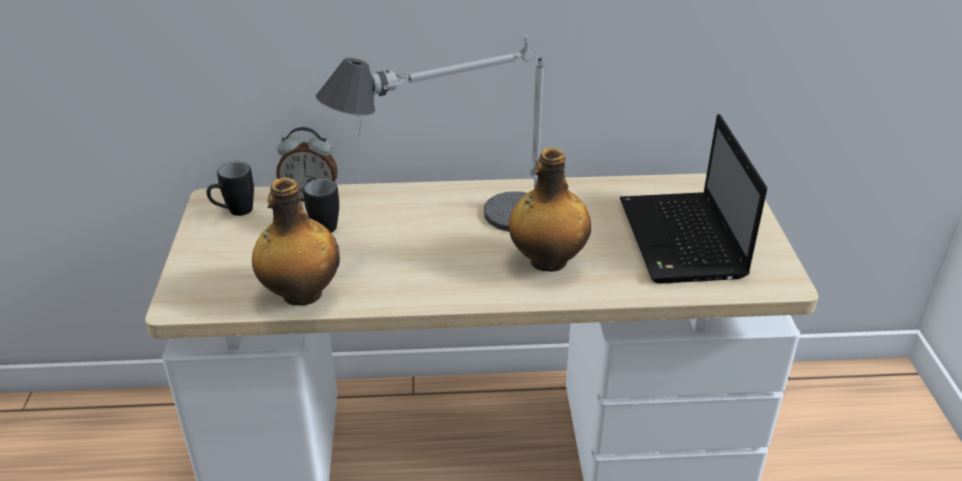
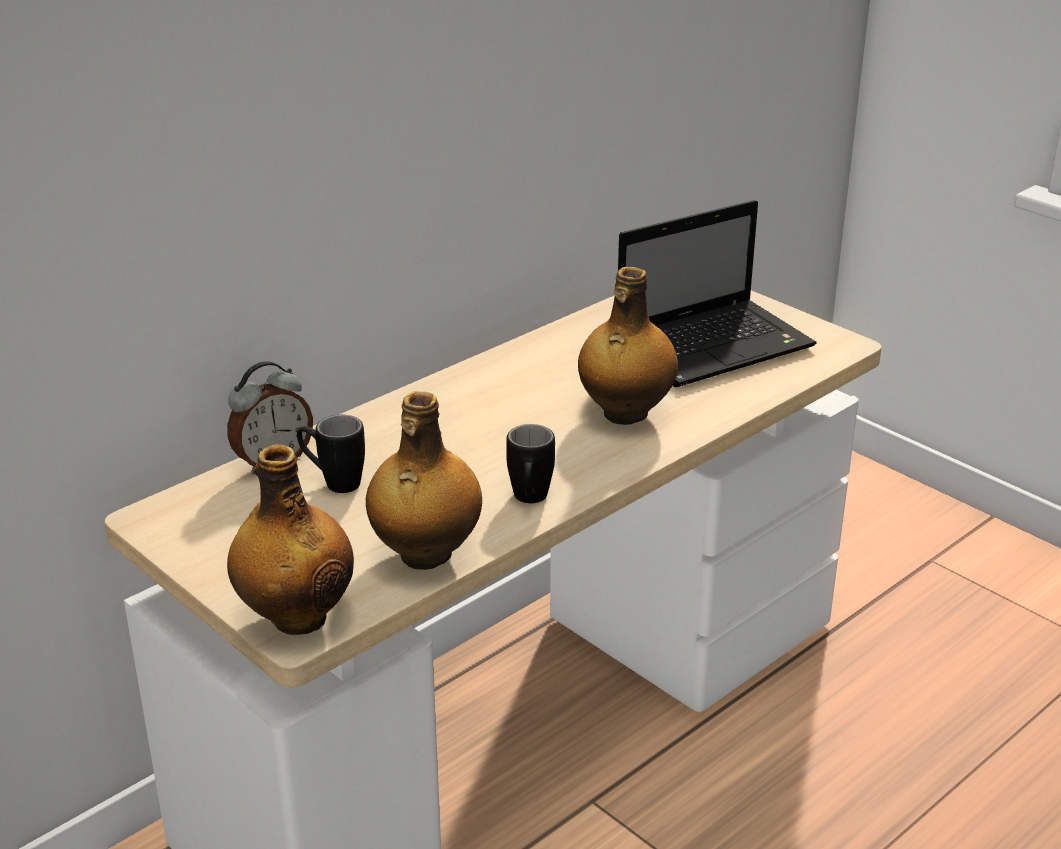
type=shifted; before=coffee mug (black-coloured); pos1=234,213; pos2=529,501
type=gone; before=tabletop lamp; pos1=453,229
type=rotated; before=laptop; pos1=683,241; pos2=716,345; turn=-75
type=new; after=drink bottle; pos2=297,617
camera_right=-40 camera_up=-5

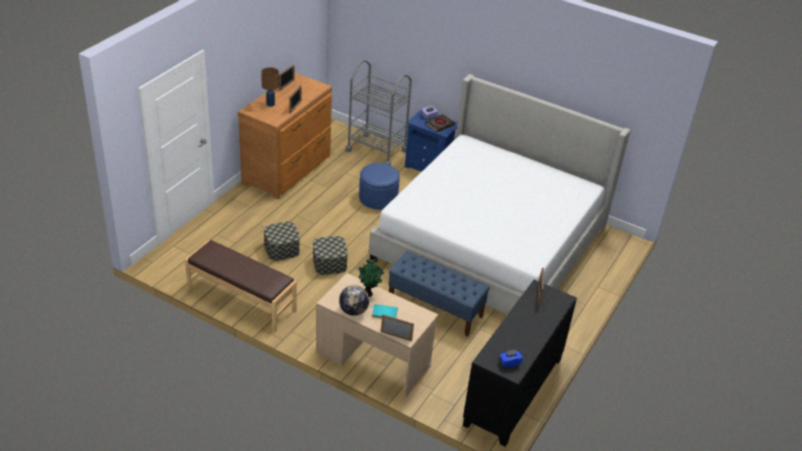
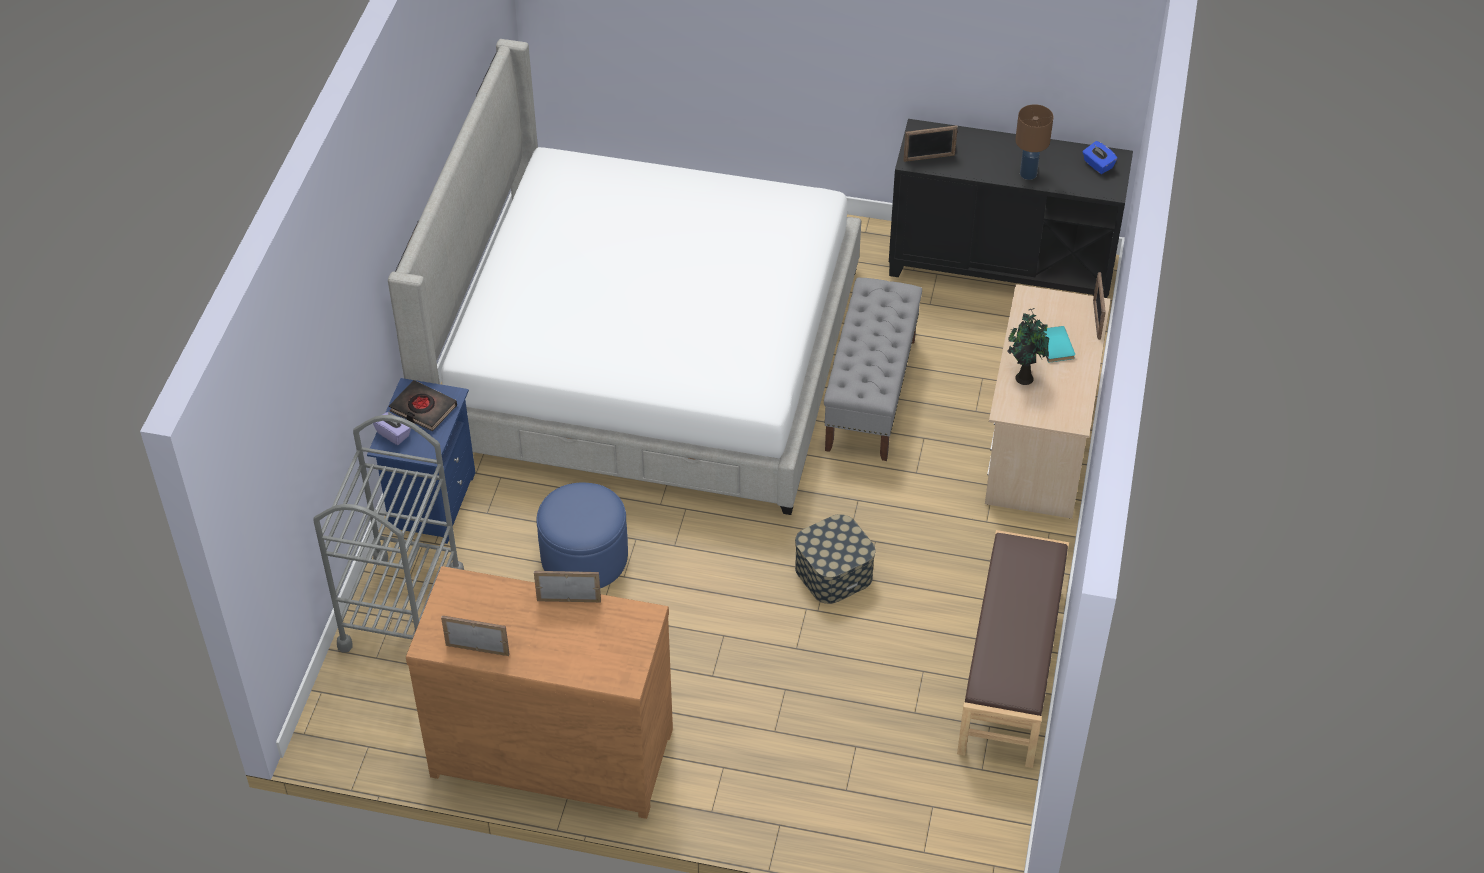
type=shifted; before=tabletop lamp (brownish); pos1=270,104; pos2=1028,173
type=gone; before=storage bin; pos1=281,249
type=gone; before=globe; pos1=353,311
type=repainted; before=long seat (blue); after=long seat (gray); pos1=435,308; pos2=870,394
camera_right=-105 camera_up=10

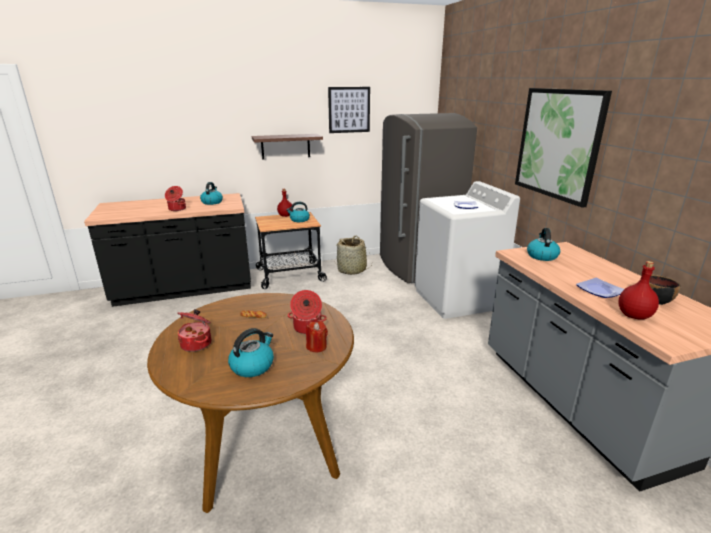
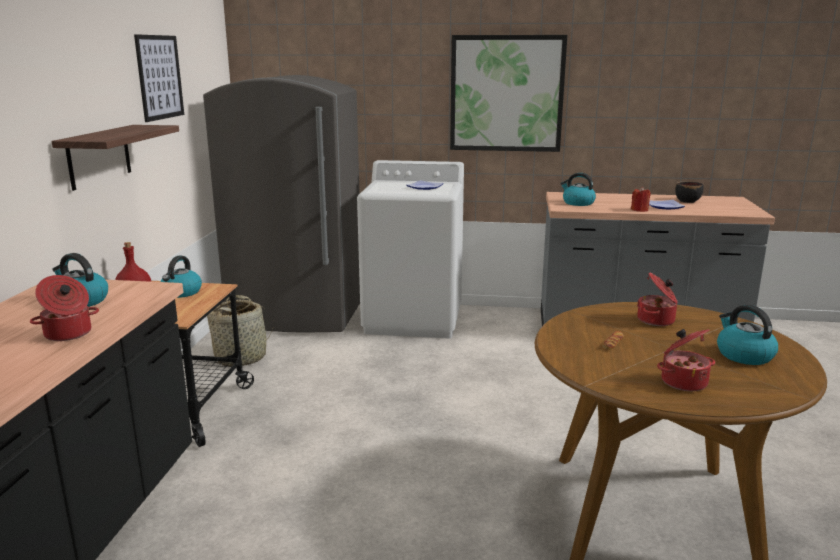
type=shifted; before=wax candle (red); pos1=316,347; pos2=639,210
type=gone; before=drink bottle (red); pos1=634,315
camera_right=-65 camera_up=-5

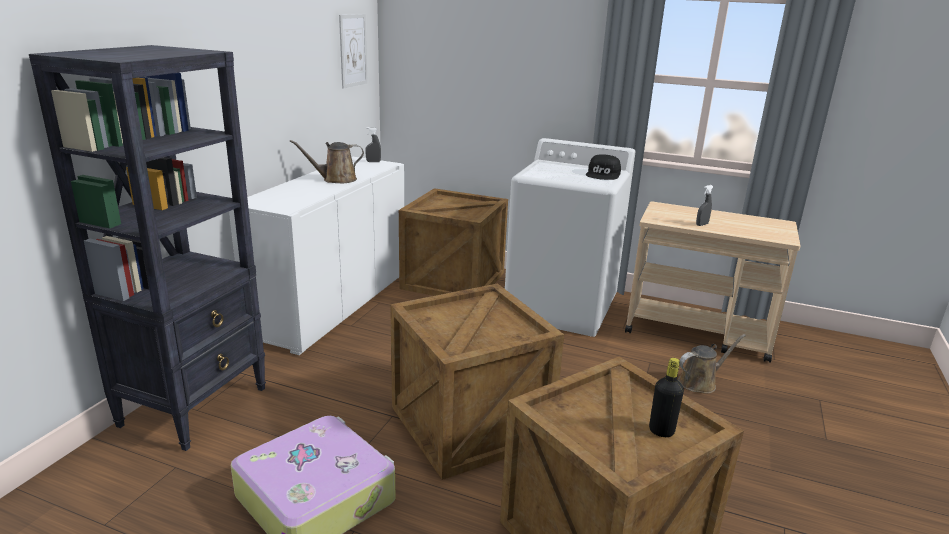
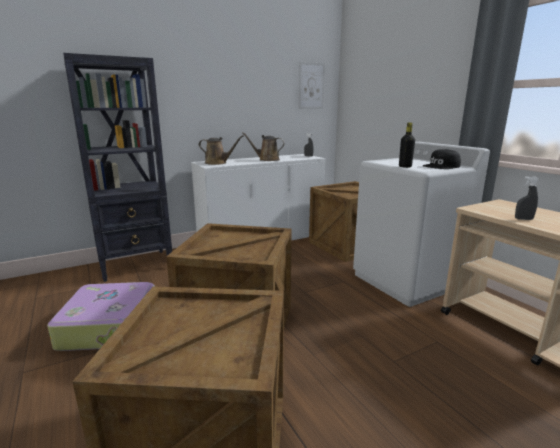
type=shifted; before=drink bottle (black-coloured); pos1=661,431; pos2=405,166
type=shifted; before=sprinkling can (brownish); pos1=700,382; pos2=218,163
camera_right=40 camera_up=-5

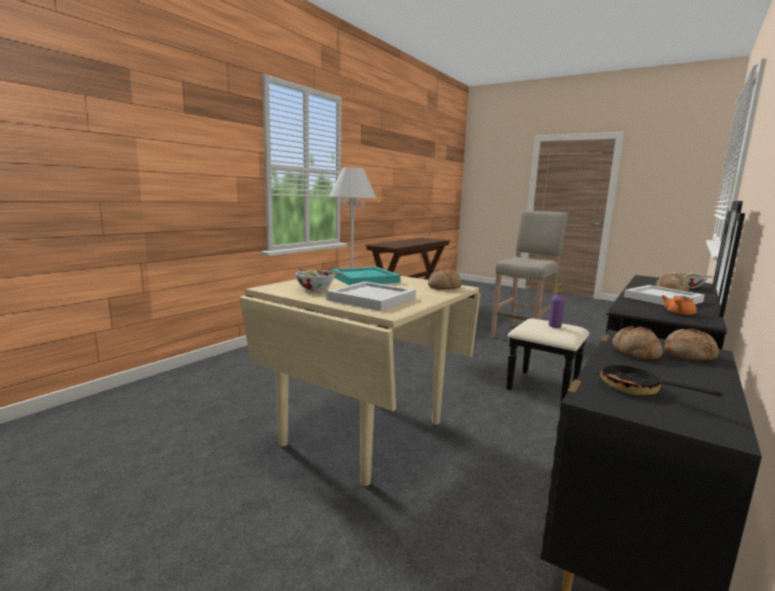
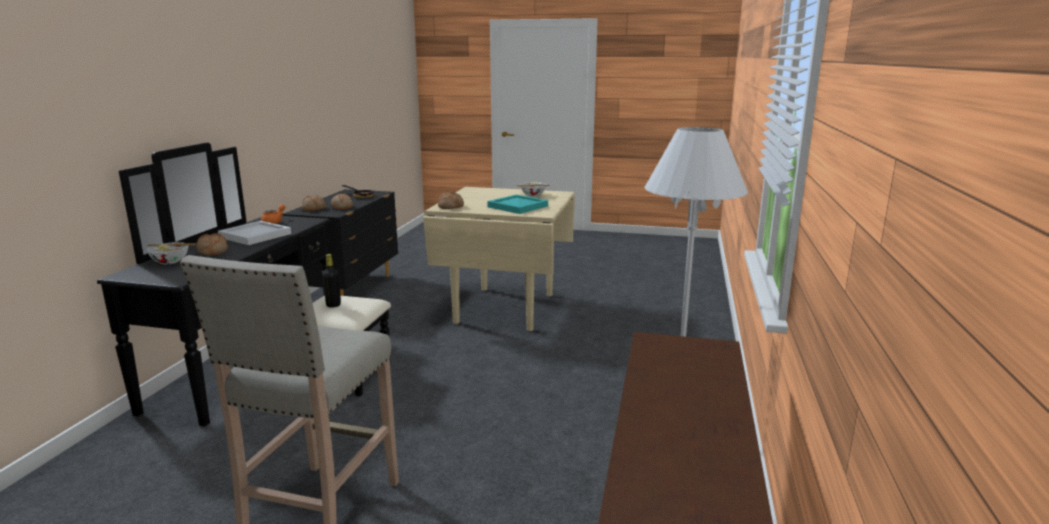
type=gone; before=carrying tray (white); pos1=370,299
type=repainted; before=drink bottle (purple-coloured); after=drink bottle (black-coloured); pos1=554,326; pos2=333,305
camera_right=160 camera_up=5

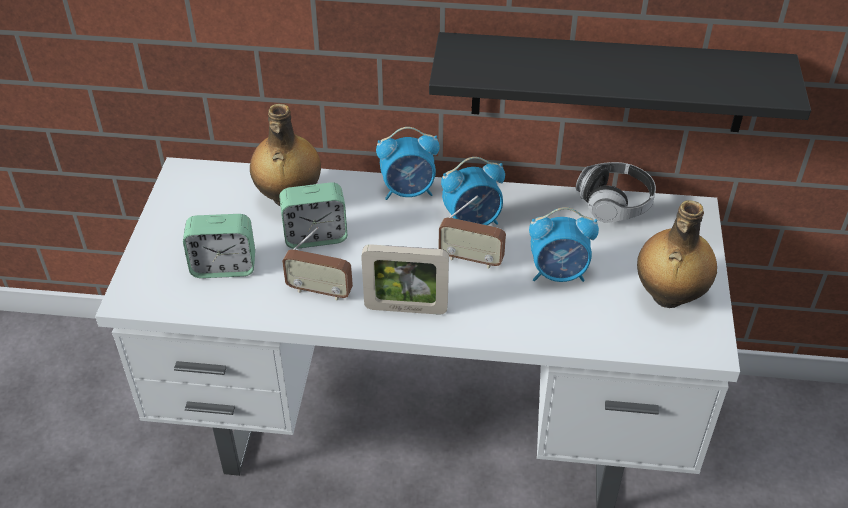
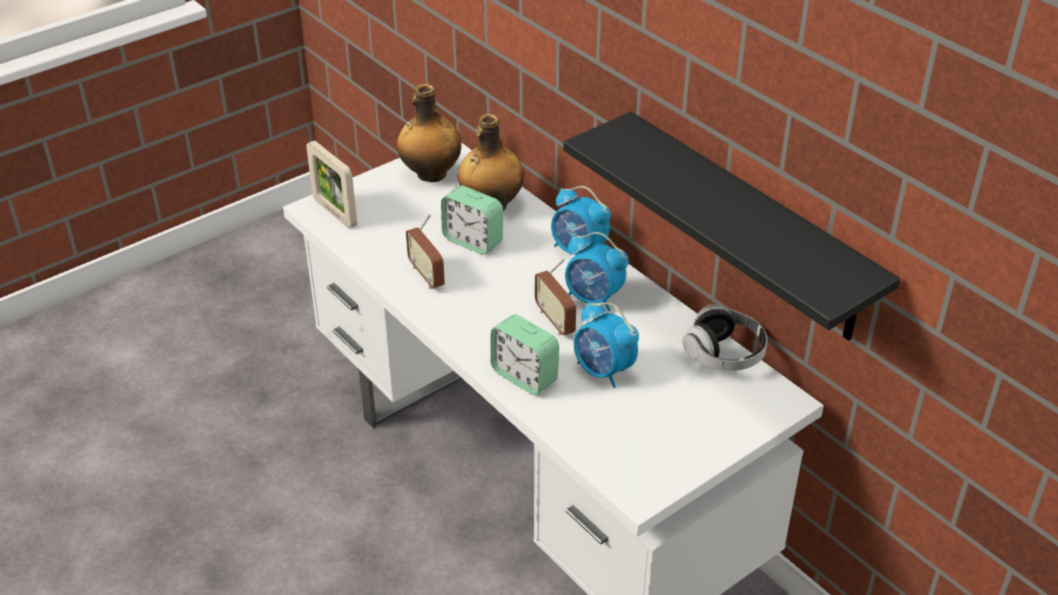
type=shifted; before=bedside clock; pos1=224,267; pos2=524,376
type=shifted; before=picture frame; pos1=406,308; pos2=335,213
type=shifted; before=drink bottle; pos1=668,296; pos2=430,174
camera_right=45 camera_up=-5

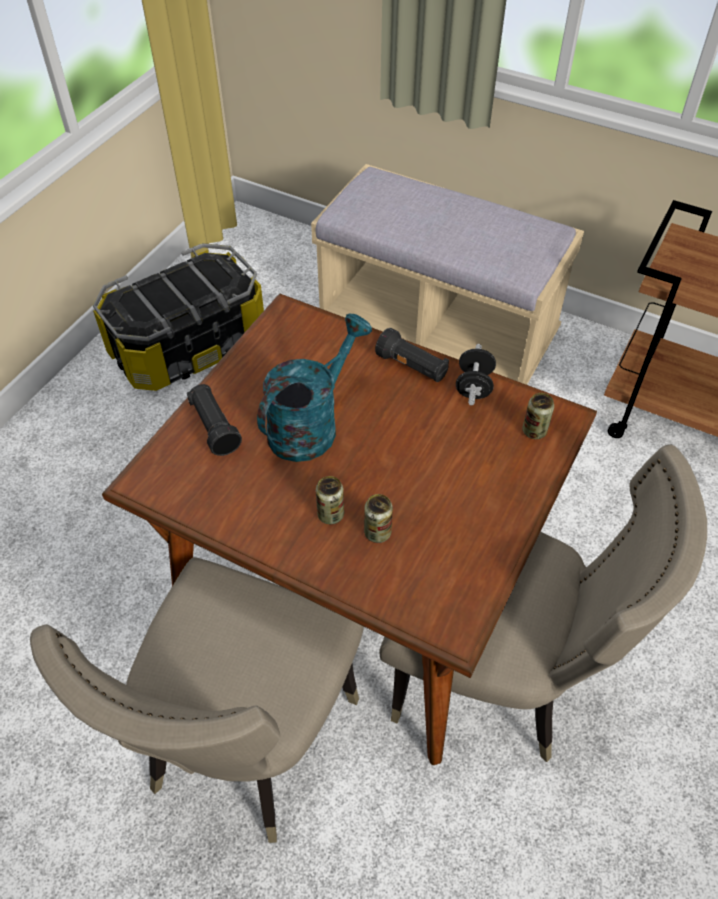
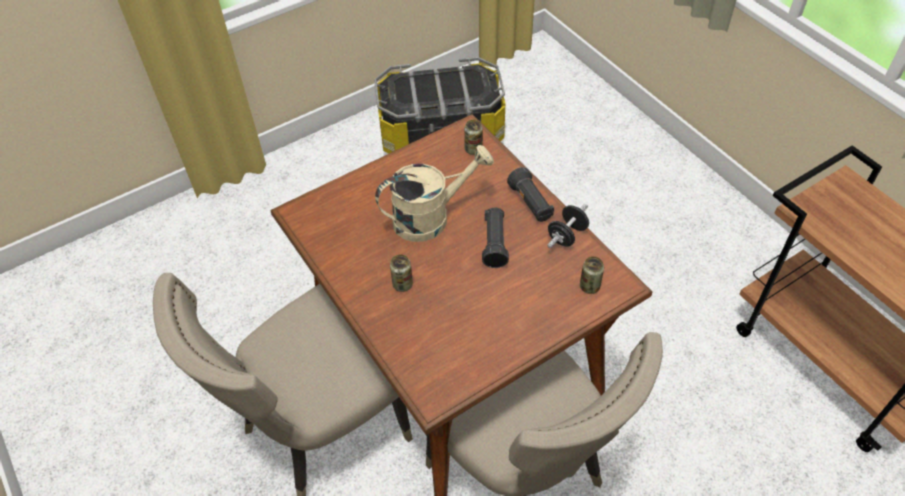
type=shifted; before=flashlight (black-coloured); pos1=214,427; pos2=494,244
type=repainted; before=sprinkling can (turquoise-coloured); after=sprinkling can (beige-coloured); pos1=311,424; pos2=430,217
type=gone; before=long seat (beige-coloured); pos1=436,332
type=shifted; before=sealed can; pos1=377,532; pos2=473,149
camera_right=30 camera_up=0

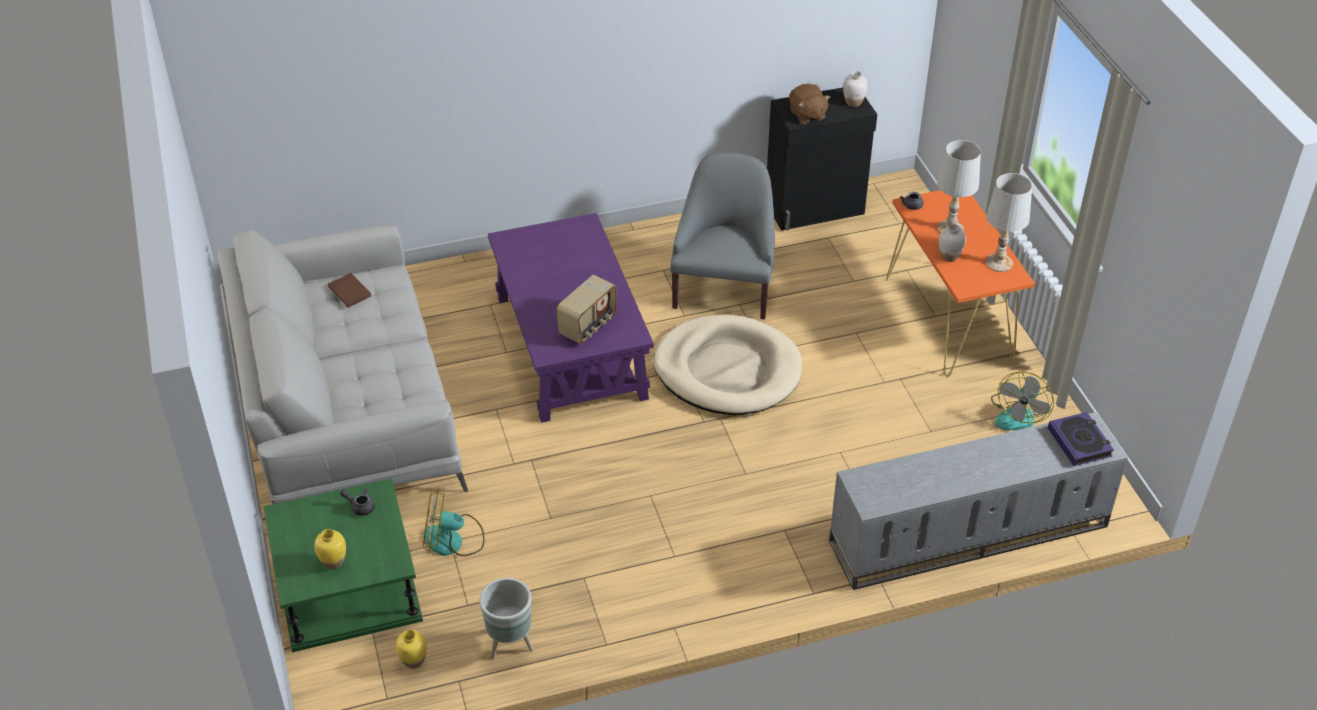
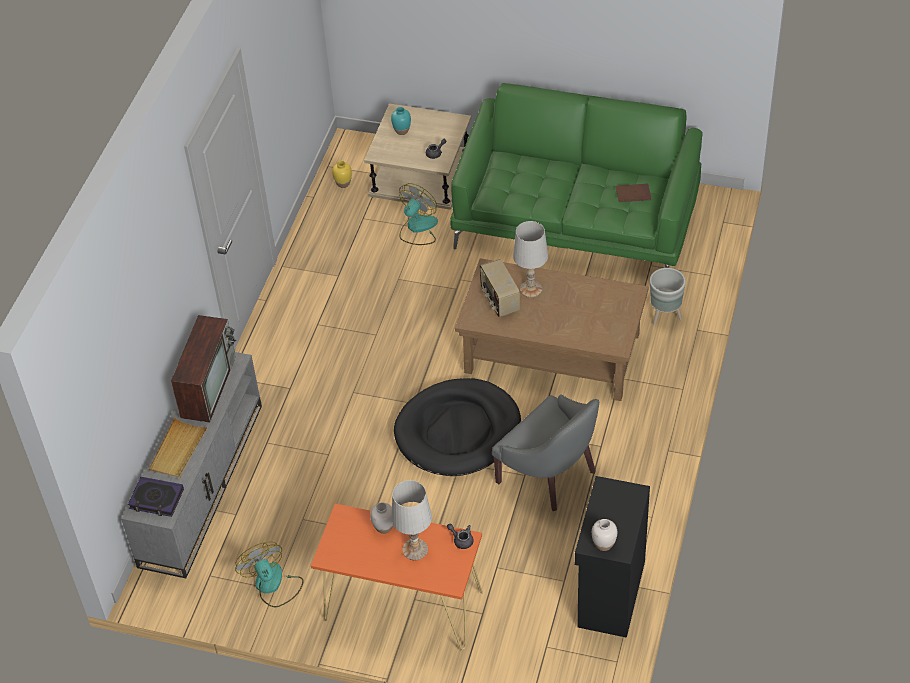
type=repainted; before=sofa (gray); after=sofa (green-coloured); pos1=347,408; pos2=577,217
type=repainted; before=end table (green-coloured); after=end table (beige-coloured); pos1=347,586; pos2=421,173
type=repainted; before=vase (yellowish); after=vase (turquoise-coloured); pos1=333,562; pos2=402,131
type=shifted; before=flower pot (gray); pos1=509,645; pos2=665,316
type=repainted; before=lounge table (purple-coloured); after=lounge table (brownish); pos1=569,346; pos2=553,352
type=repainted; before=pet bed (beige-coloured); after=pet bed (black-coloured); pos1=727,370; pos2=458,431
type=gone; before=cuddly toy (brownish); pos1=807,115
type=shifted; before=tabletop lamp (white); pos1=998,263; pos2=531,289
type=new; after=carrying tray (beige-coloured); pos2=178,450
type=new; after=television; pos2=208,385
camera_right=125 camera_up=5

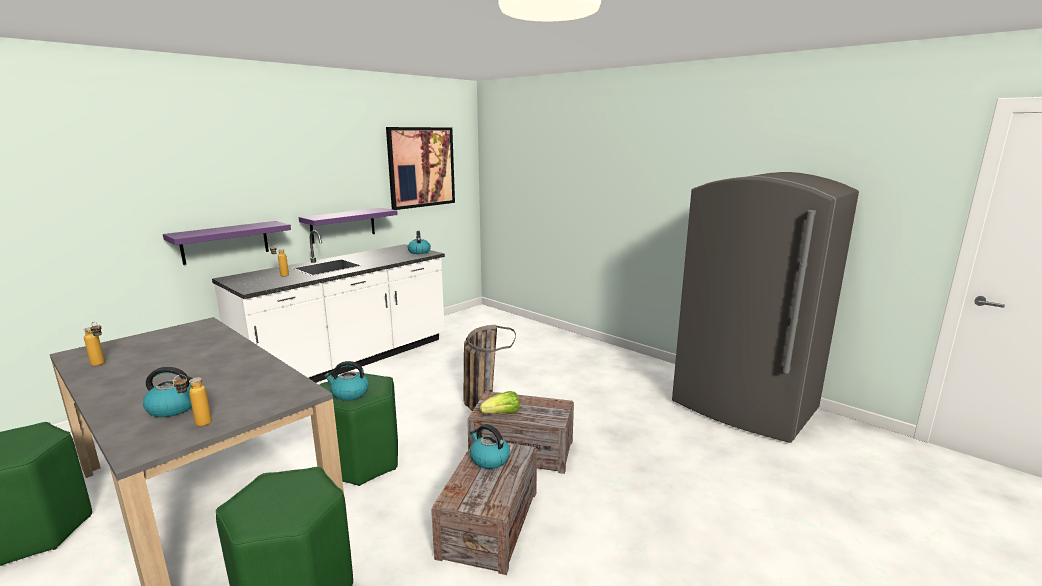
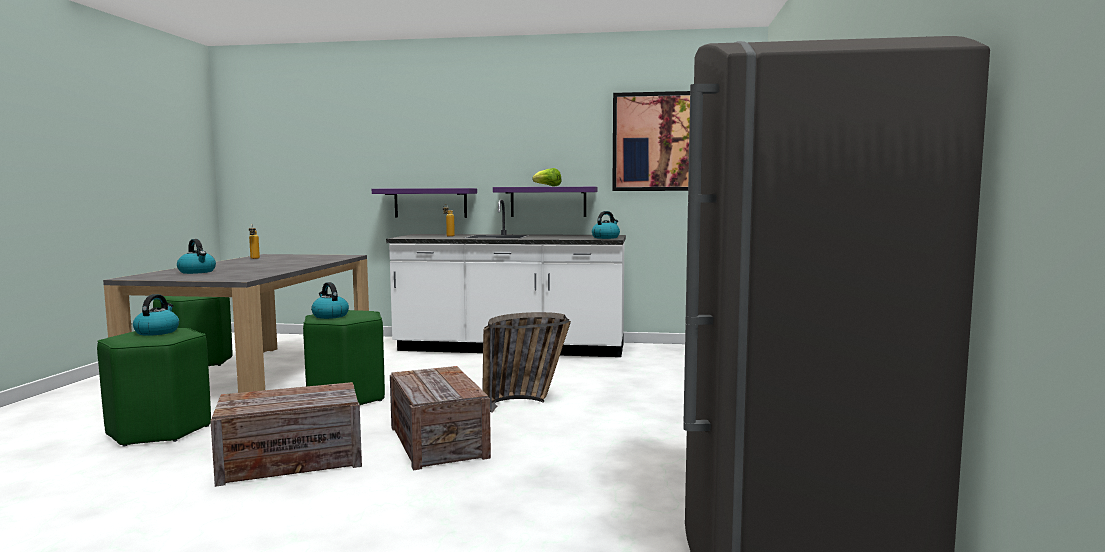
type=gone; before=drink bottle; pos1=197,425
type=shifted; before=kettle; pos1=489,459; pos2=157,332
type=shifted; before=head of lettuce; pos1=502,414; pos2=547,186
camera_right=55 camera_up=-10

